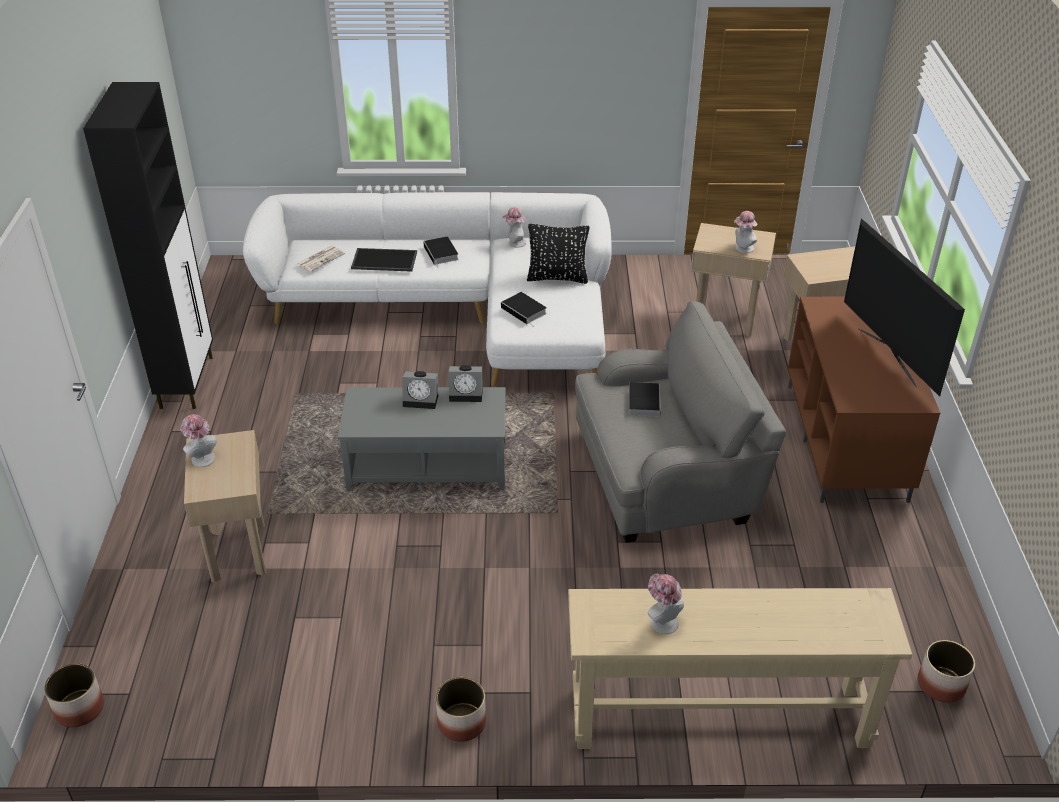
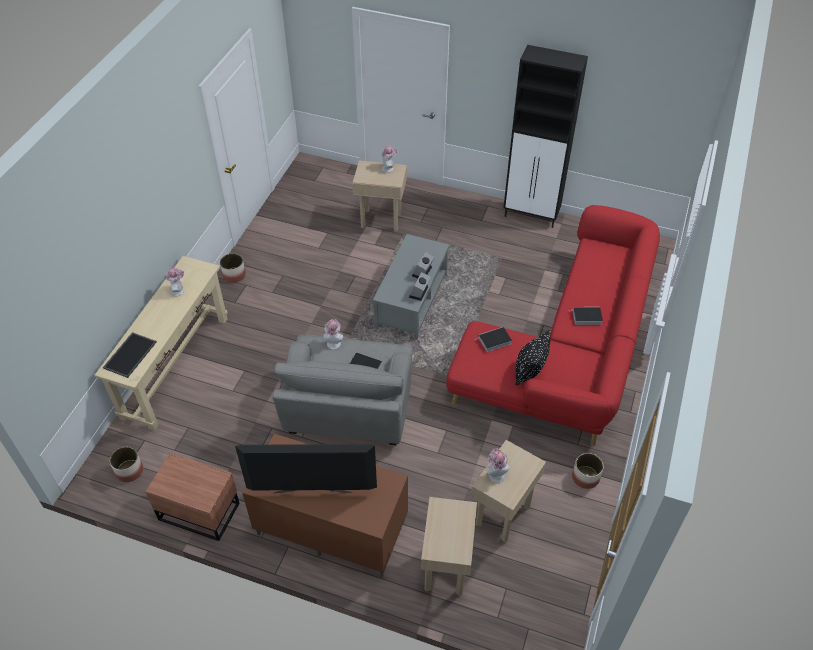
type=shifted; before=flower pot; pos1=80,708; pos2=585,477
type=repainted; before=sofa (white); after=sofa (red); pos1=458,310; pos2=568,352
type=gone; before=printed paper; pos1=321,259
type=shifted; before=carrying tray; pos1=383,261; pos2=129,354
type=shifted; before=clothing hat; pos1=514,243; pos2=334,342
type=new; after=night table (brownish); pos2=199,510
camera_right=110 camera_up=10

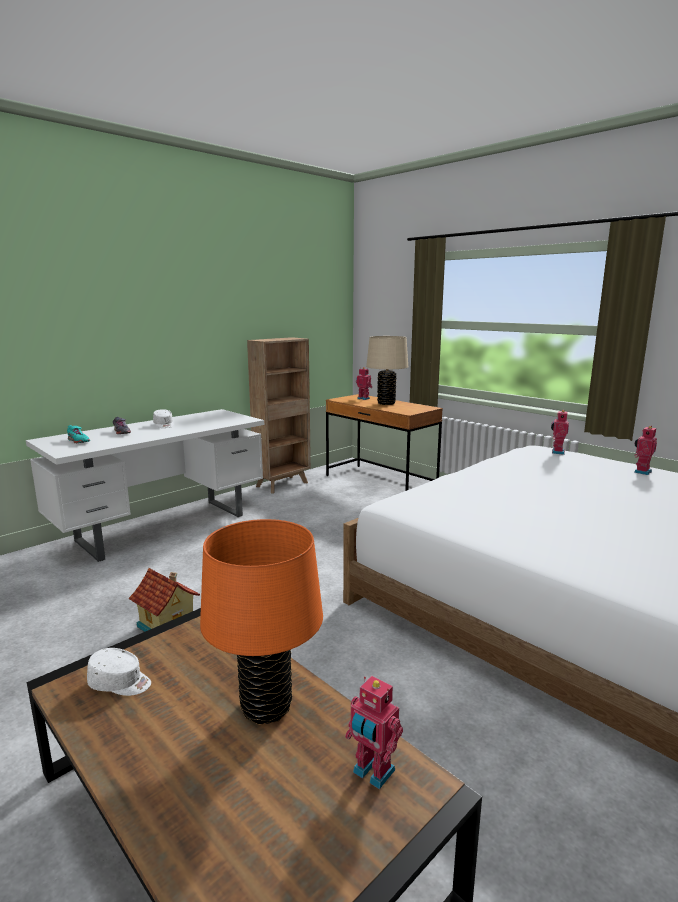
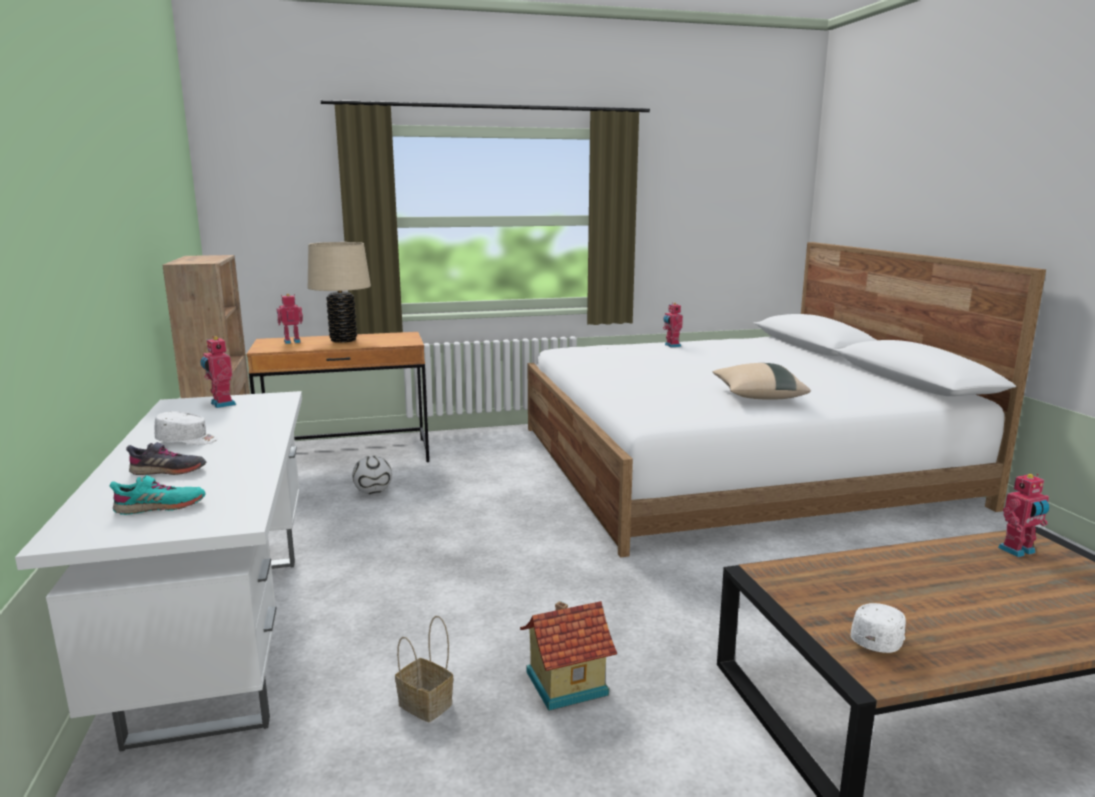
type=gone; before=tabletop lamp (orangey); pos1=266,707
type=shifted; before=model robot; pos1=556,452; pos2=221,404
type=new; after=football; pos2=373,492
type=new; after=household basket; pos2=427,704
type=new; after=pillow (beige-coloured); pos2=757,396
camera_right=-60 camera_up=0

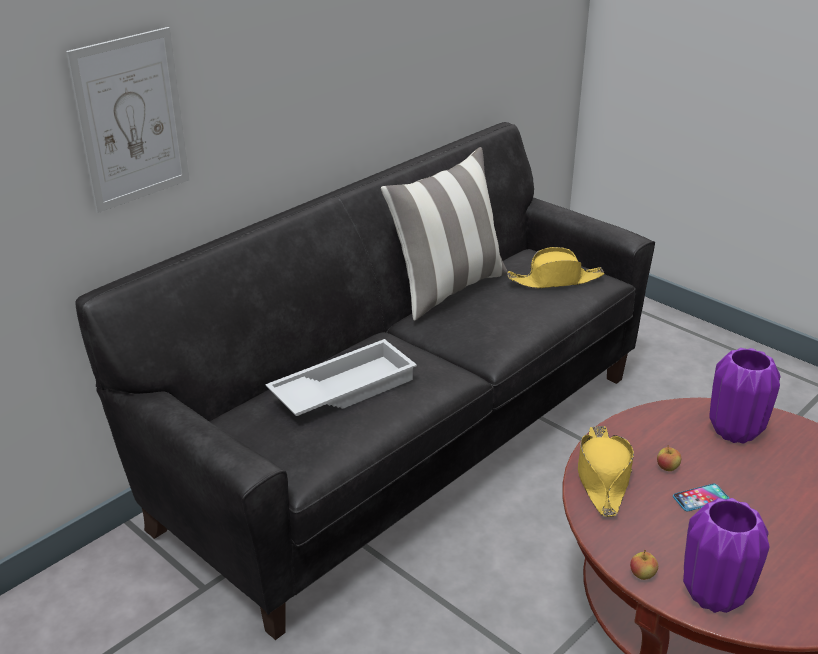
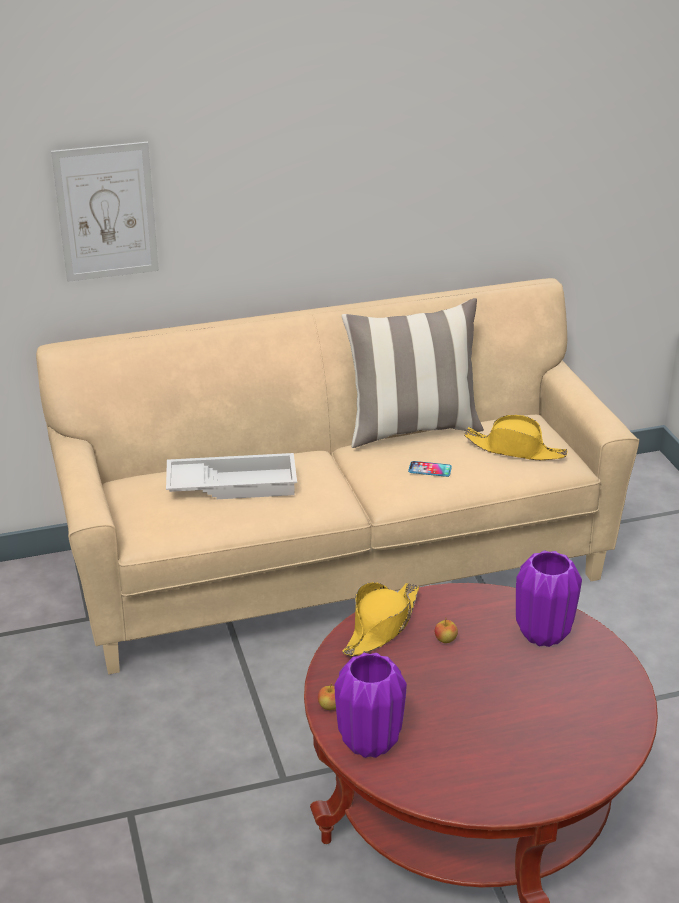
type=repainted; before=sofa (black-coloured); after=sofa (beige-coloured); pos1=407,447; pos2=338,569
type=shifted; before=handset; pos1=700,498; pos2=430,469
camera_right=30 camera_up=0

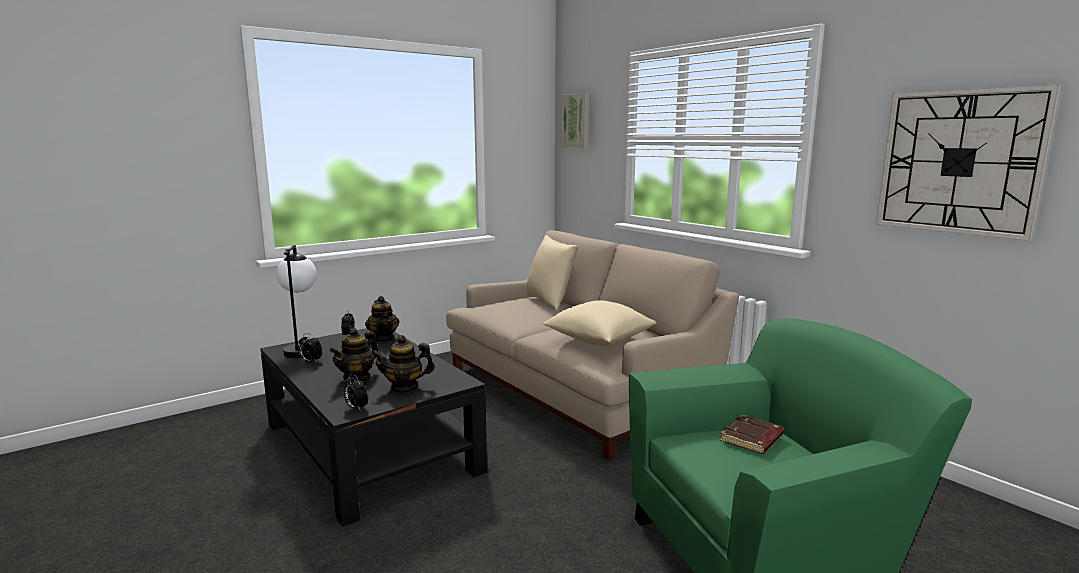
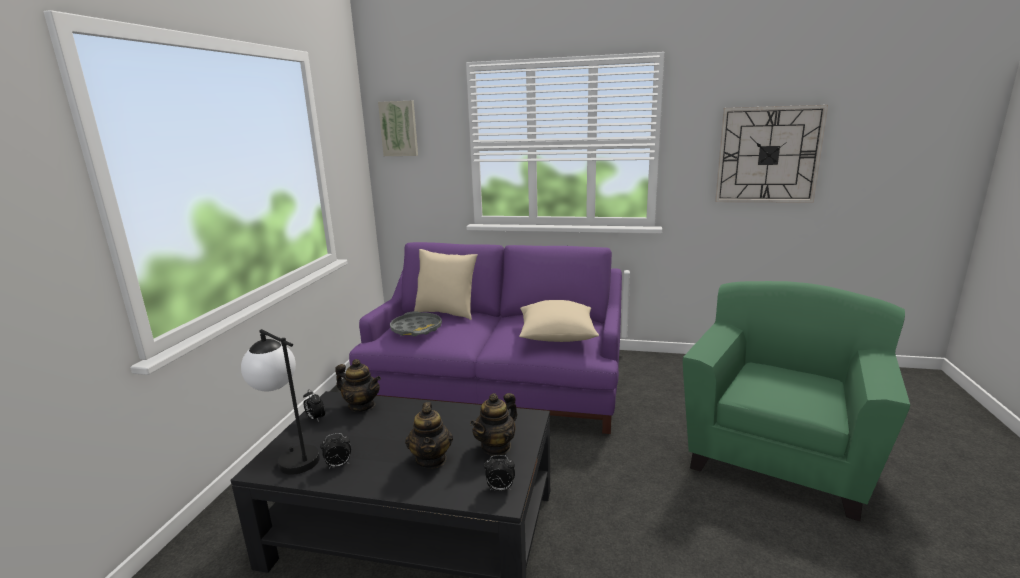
type=repainted; before=sofa (beige-coloured); after=sofa (purple-coloured); pos1=578,388; pos2=497,384
type=gone; before=book (brownish); pos1=752,439
type=new; after=carrying tray (gray); pos2=416,329
camera_right=-40 camera_up=5

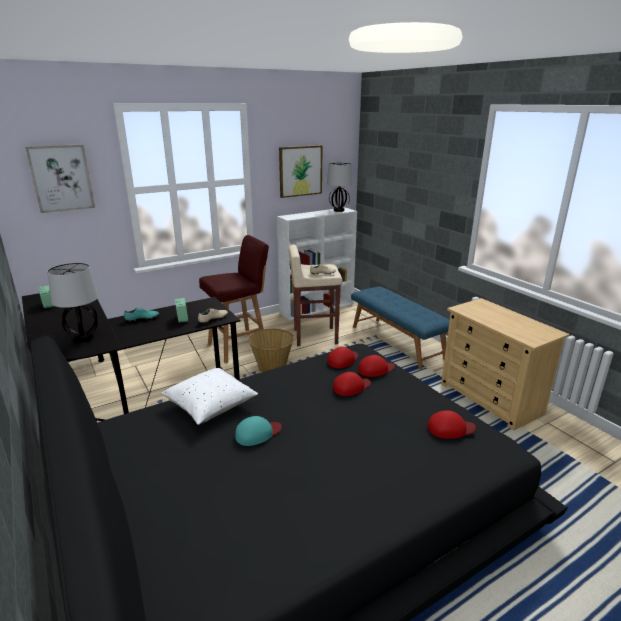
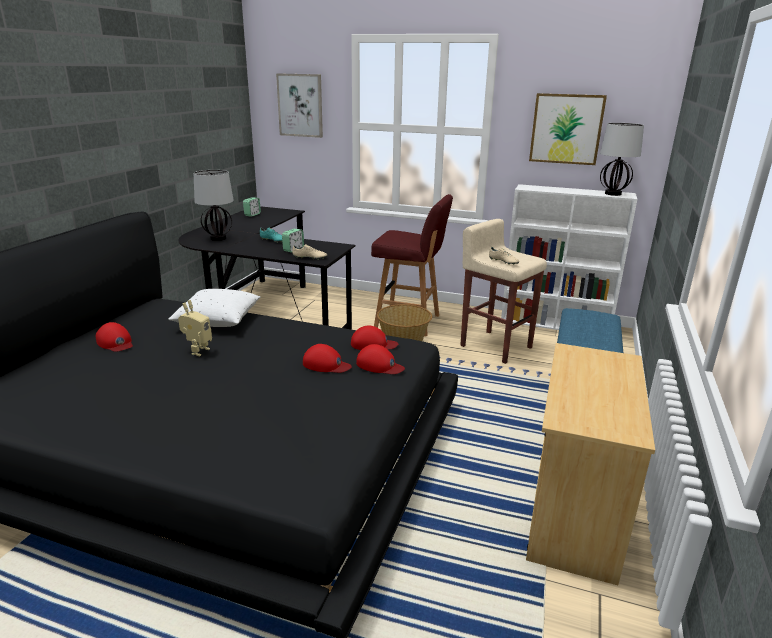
type=swapped; before=baseball cap (turquoise-coloured); after=model robot; pos1=258,433; pos2=198,351
type=shifted; before=baseball cap (red); pos1=450,428; pos2=115,342
camera_right=50 camera_up=0

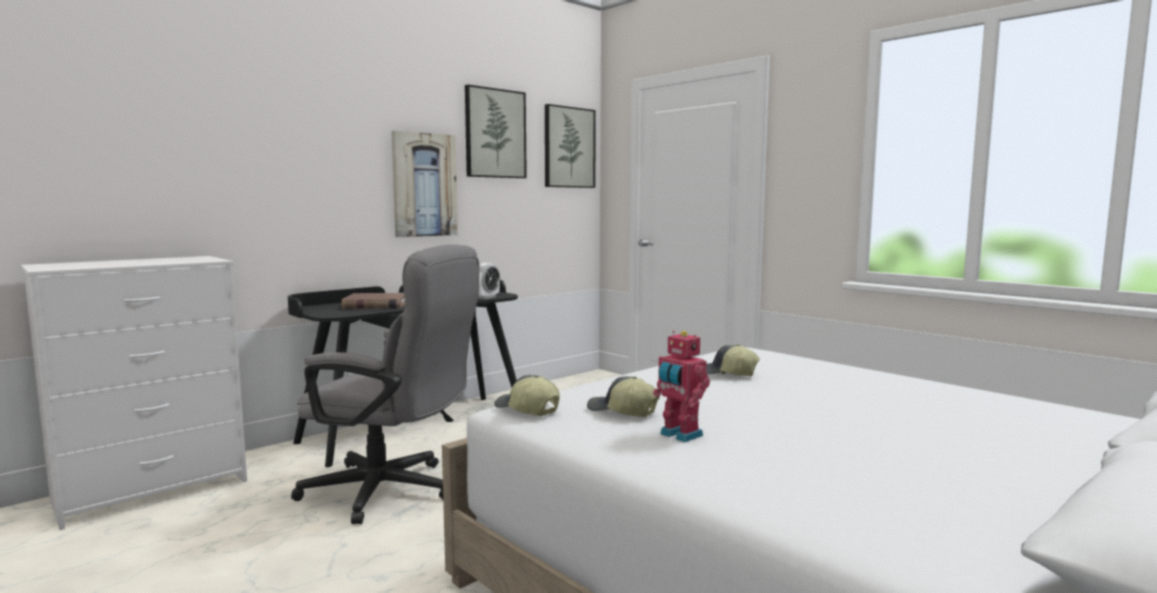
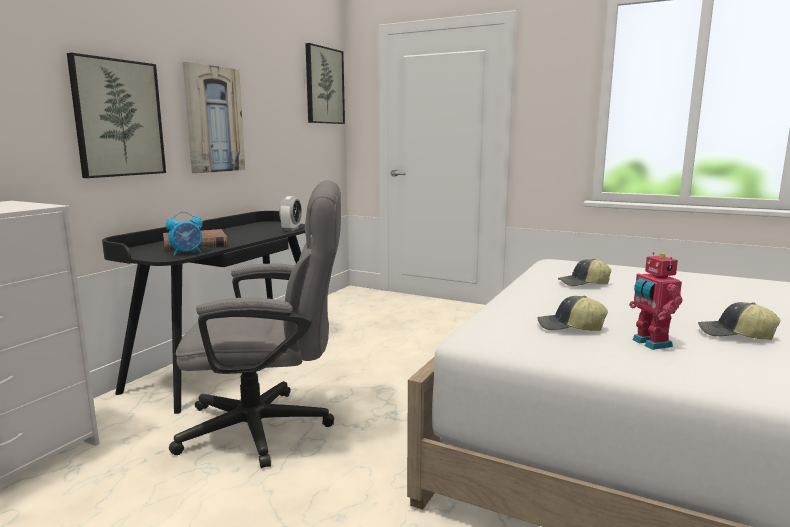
type=shifted; before=wall picture; pos1=495,133; pos2=118,118
type=shifted; before=baseball cap; pos1=526,410; pos2=735,335
type=rotated; before=model robot; pos1=679,435; pos2=650,343; turn=45
type=new; after=bedside clock; pos2=187,253
camera_right=-20 camera_up=5

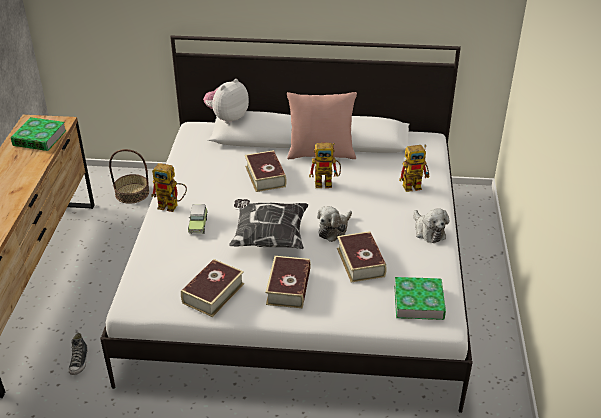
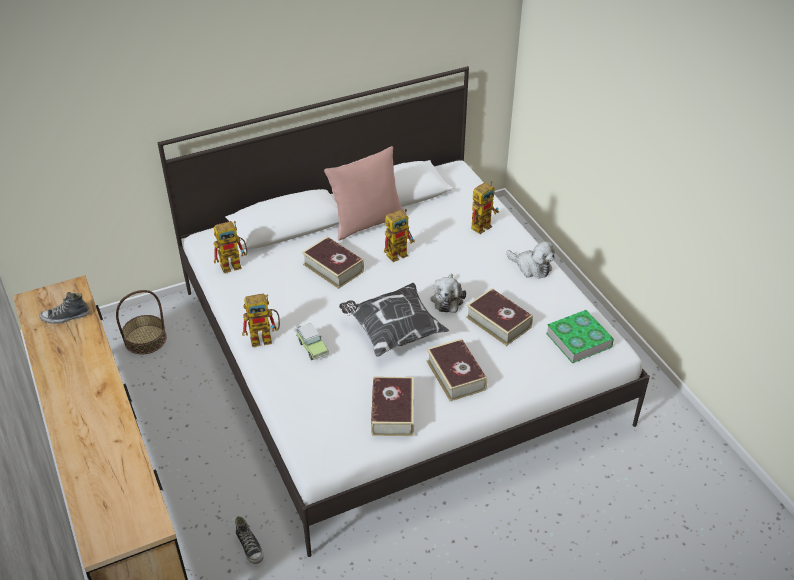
type=swapped; before=book; after=shoe; pos1=39,138; pos2=66,317
type=gone; before=cuddly toy; pos1=227,118
type=new; after=model robot; pos2=235,264
camera_right=-30 camera_up=5

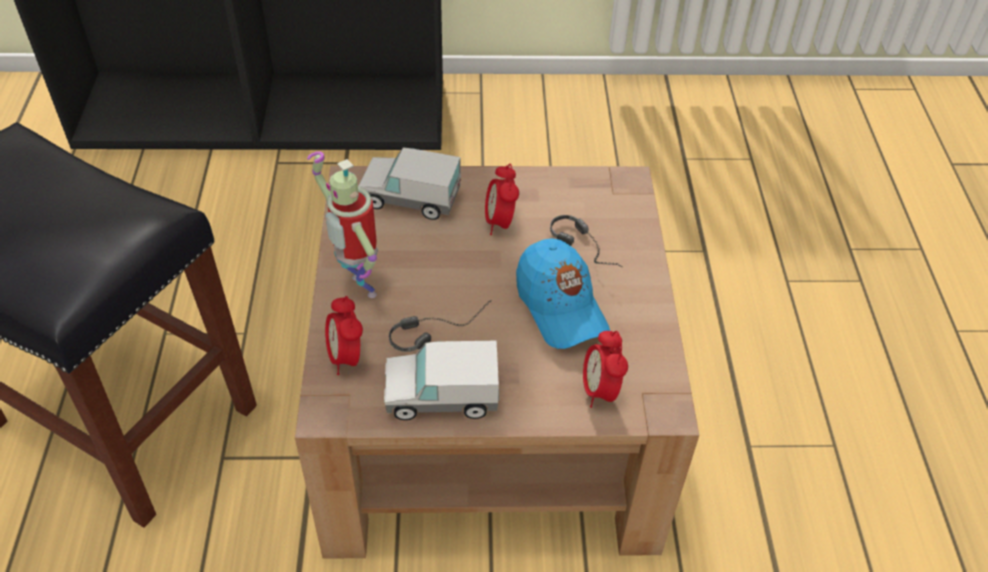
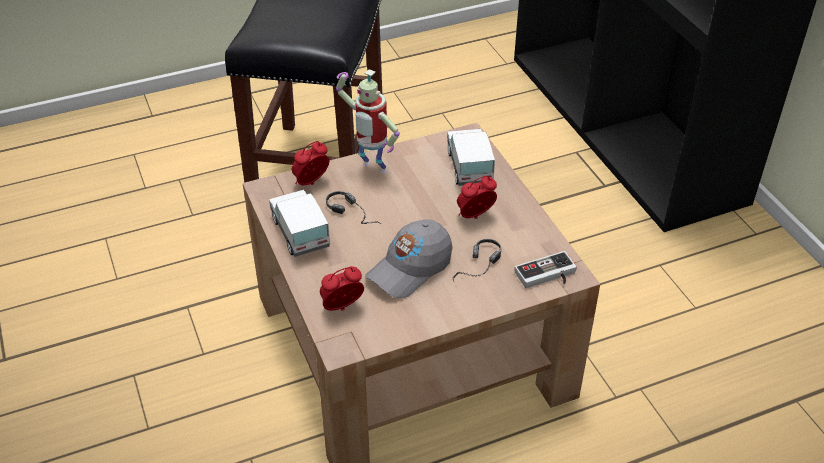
type=rotated; before=model robot; pos1=358,287; pos2=372,170; turn=-90
type=repainted; before=baseball cap (blue); after=baseball cap (gray); pos1=560,306; pos2=410,269
type=new; after=game controller; pos2=547,276
camera_right=70 camera_up=-5

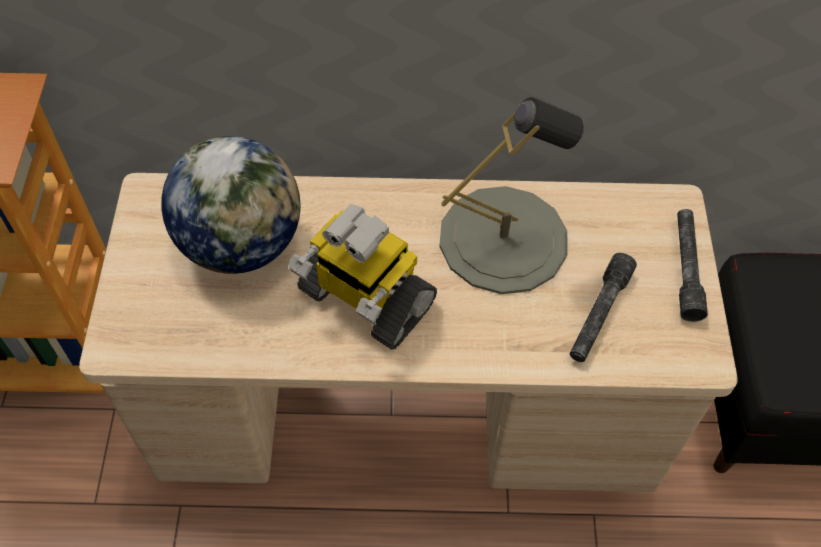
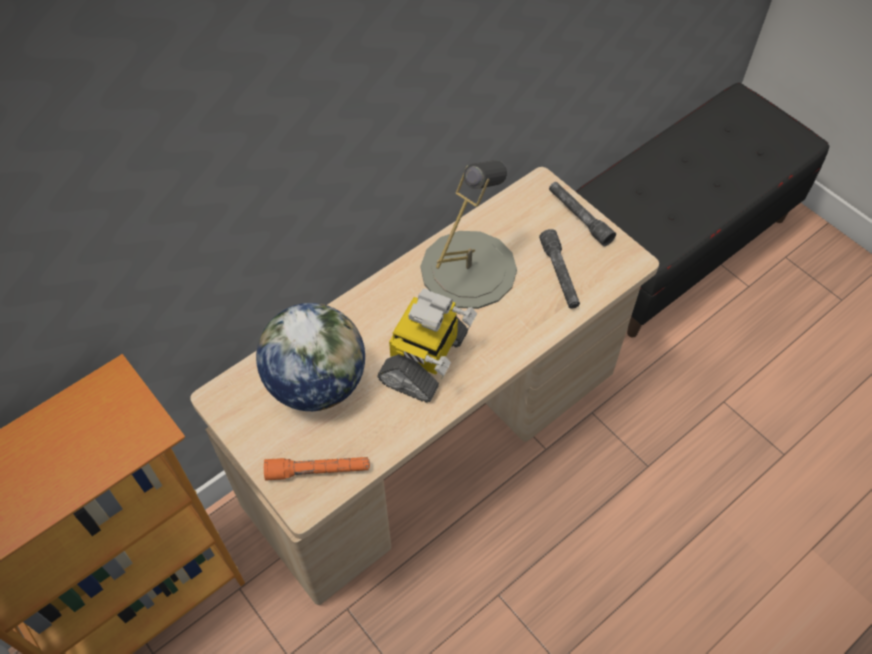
type=rotated; before=model robot; pos1=364,299; pos2=425,360; turn=-60
type=new; after=flashlight (orangey); pos2=318,471
camera_right=-40 camera_up=0

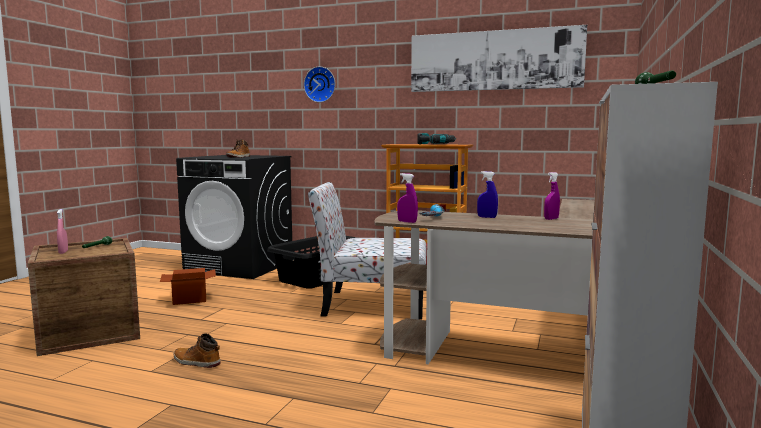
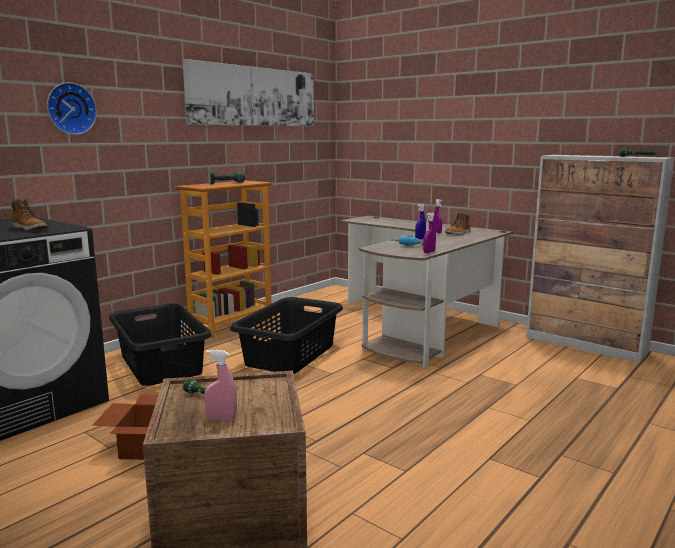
type=shifted; before=high-top boot; pos1=196,362; pos2=458,233
type=swapped; before=chair; after=washing basket (black-coloured); pos1=371,304; pos2=289,355
camera_right=-70 camera_up=5

